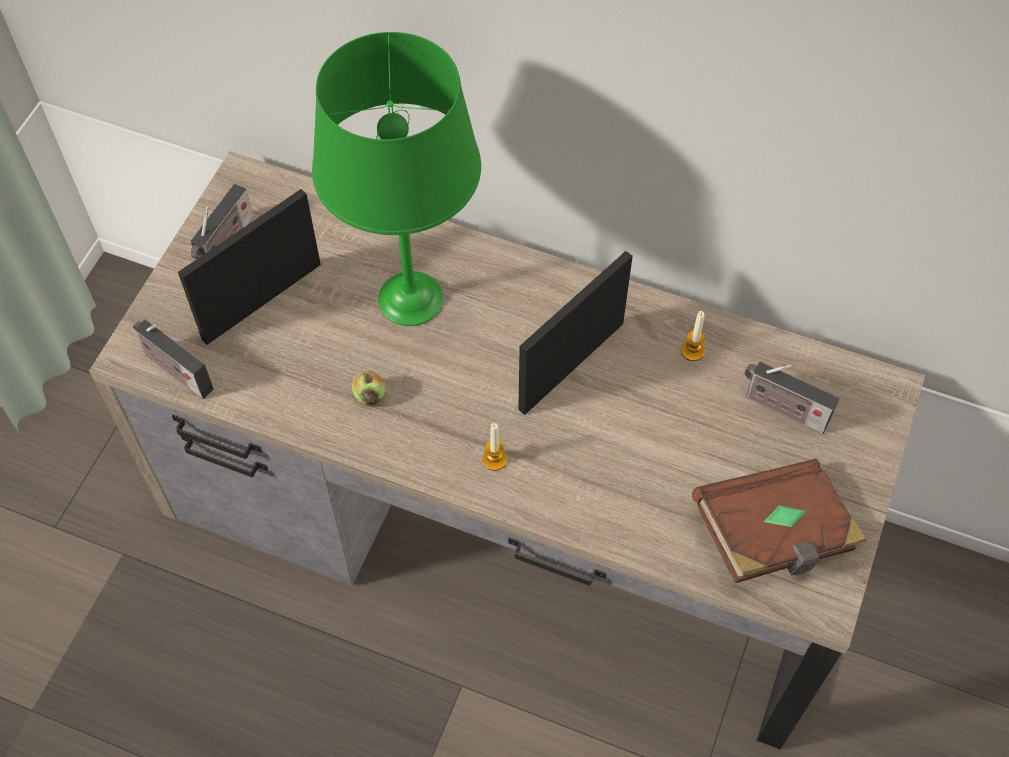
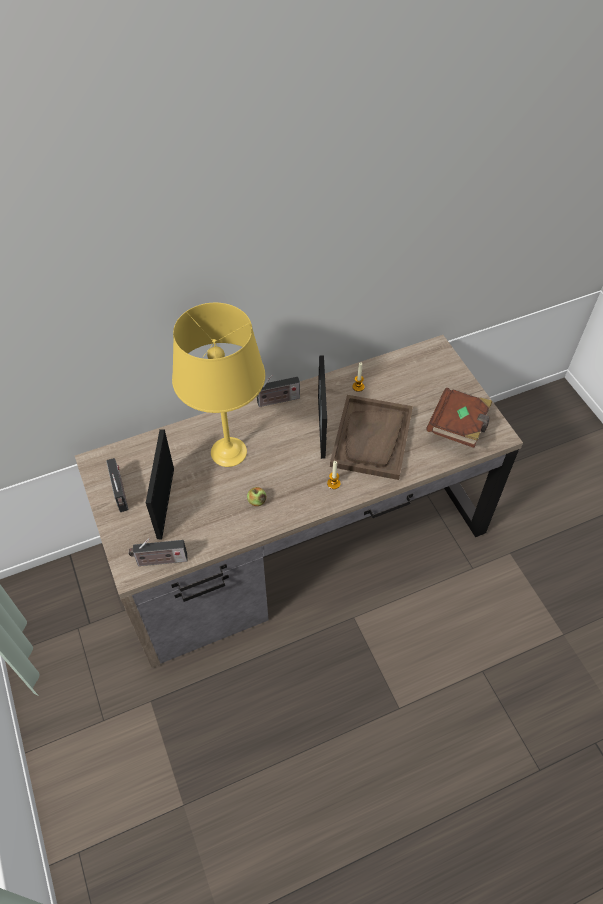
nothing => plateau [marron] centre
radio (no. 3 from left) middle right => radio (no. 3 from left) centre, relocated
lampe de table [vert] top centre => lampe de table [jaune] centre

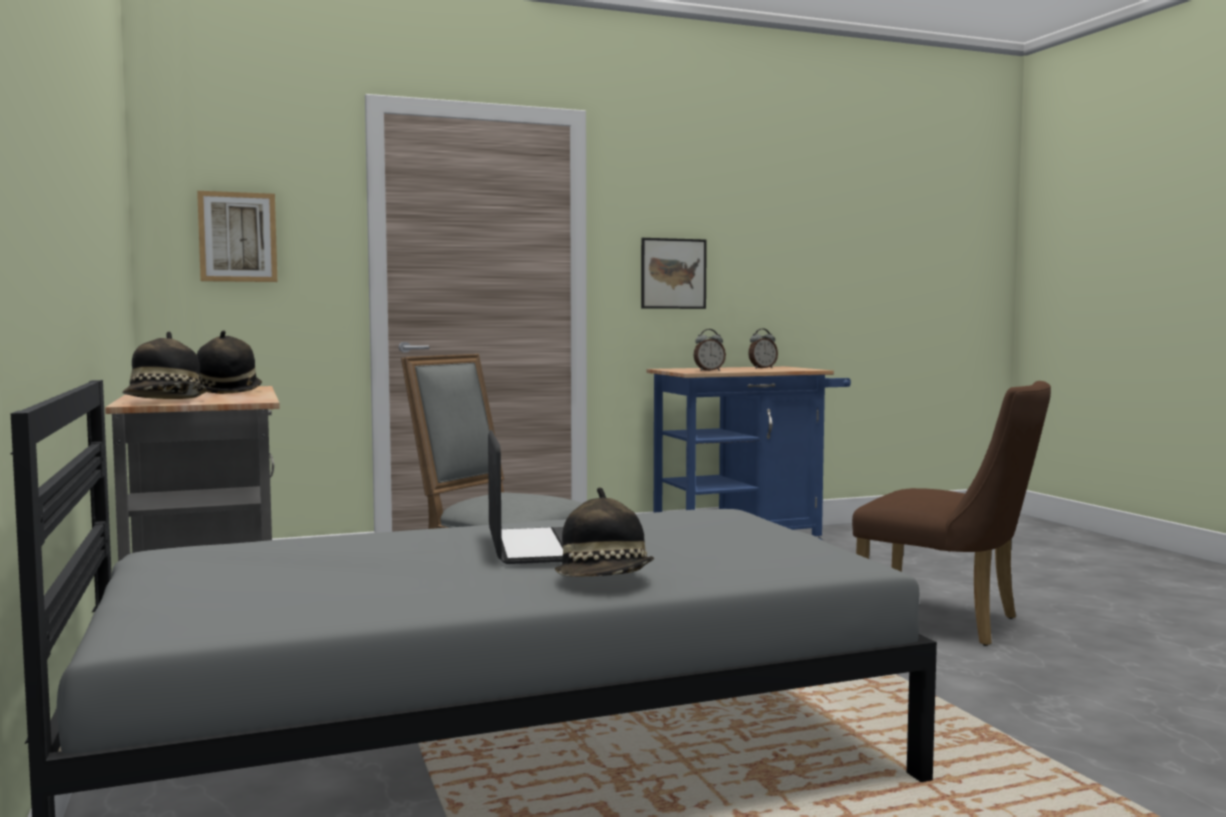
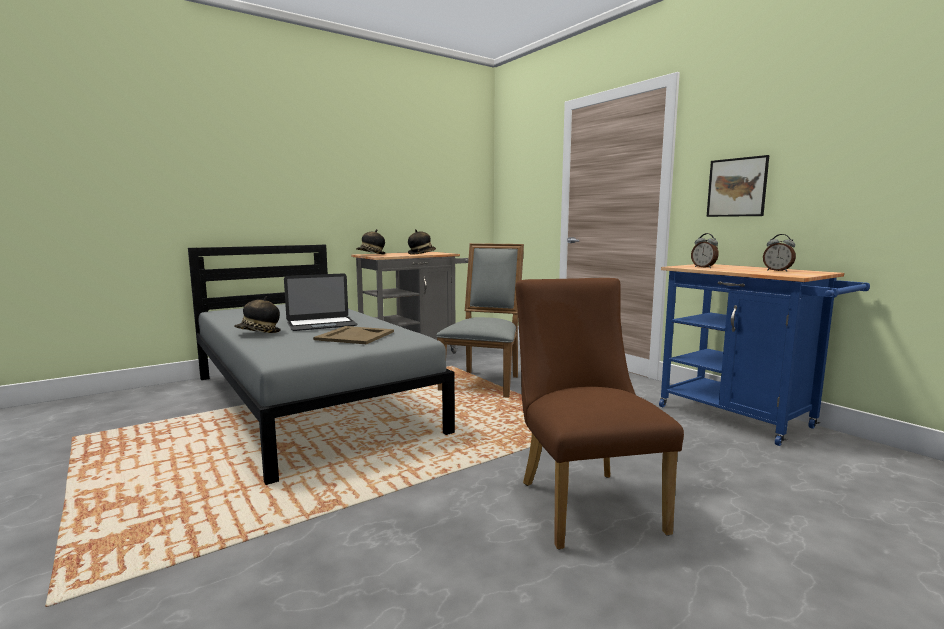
tableau (no. 1 from left) top left => nothing
nothing => plateau [beige] centre
chaise [marron] middle right => chaise [marron] centre, 150 degrees clockwise

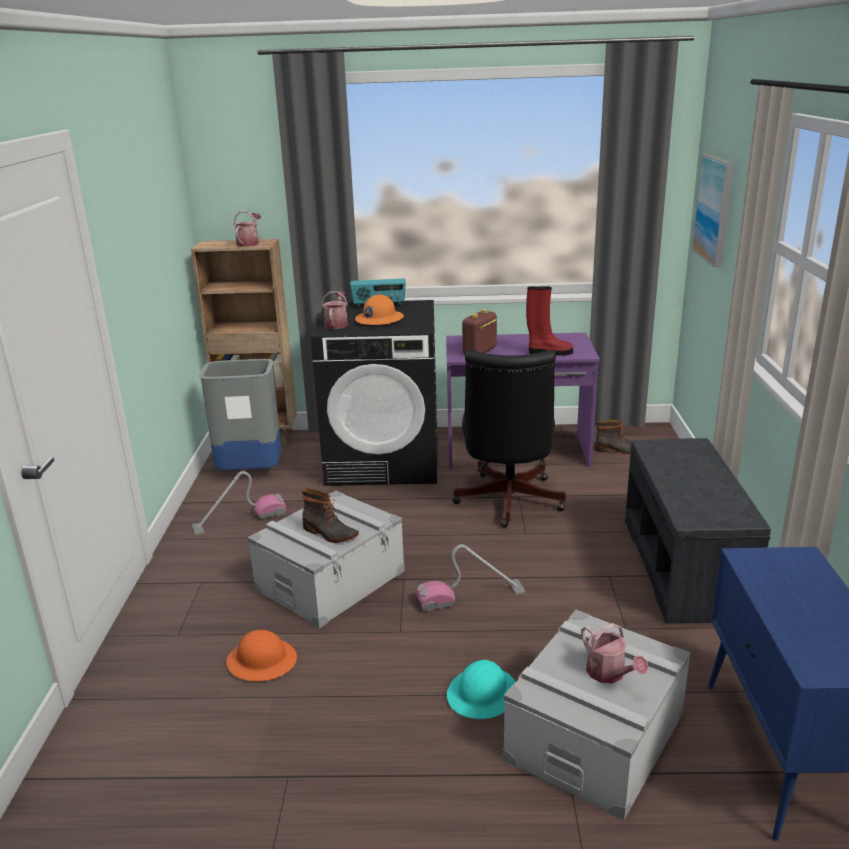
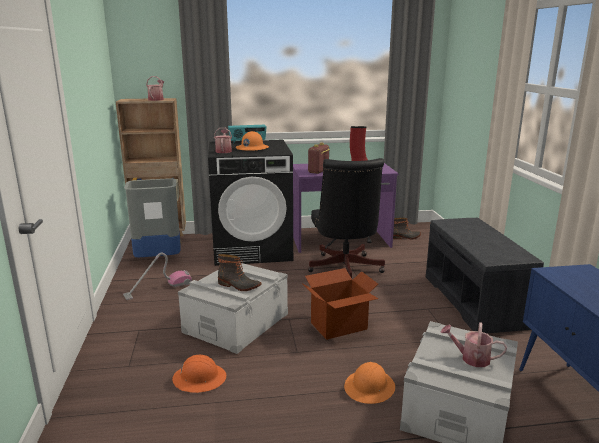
tableau top right => nothing
aspirateur (no. 2 from left) bottom centre => carton bottom centre
casque de chantier [turquoise] bottom centre => casque de chantier [orange] (no. 3 from left) bottom centre
arrosoir (no. 3 from left) bottom right, 150 degrees clockwise

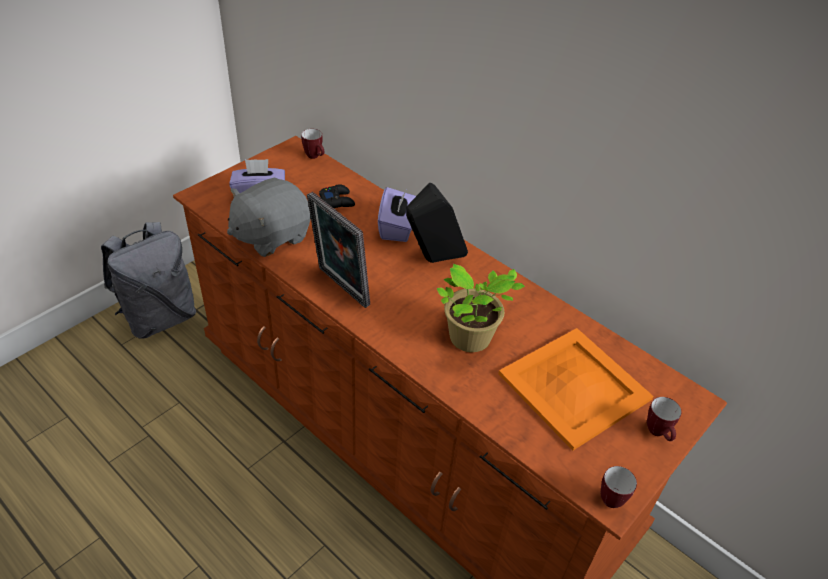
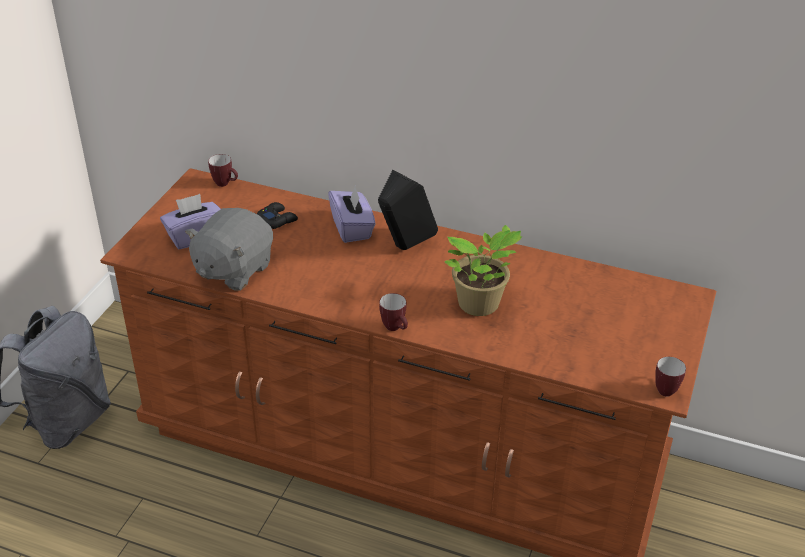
cadre photo centre => nothing
plateau [orange] bottom right => nothing
mug (no. 3 from left in the first image) bottom right => mug (no. 2 from left) centre, relocated

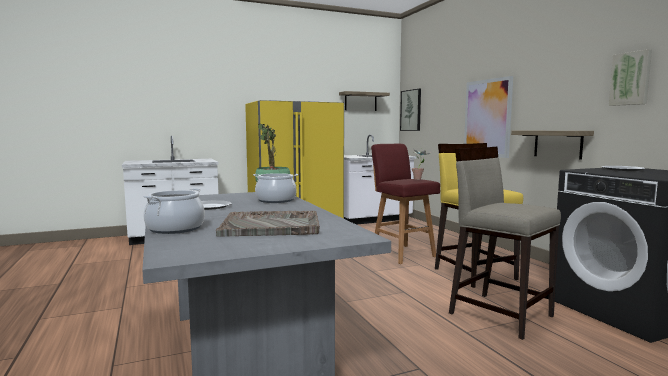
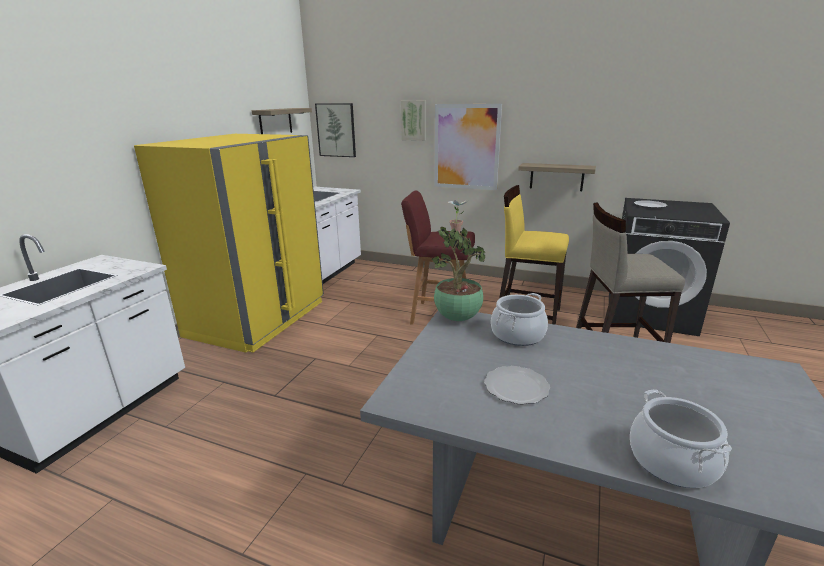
plateau [gris] centre => nothing
tableau (no. 3 from left in the first image) top right => tableau (no. 2 from left) top centre, relocated

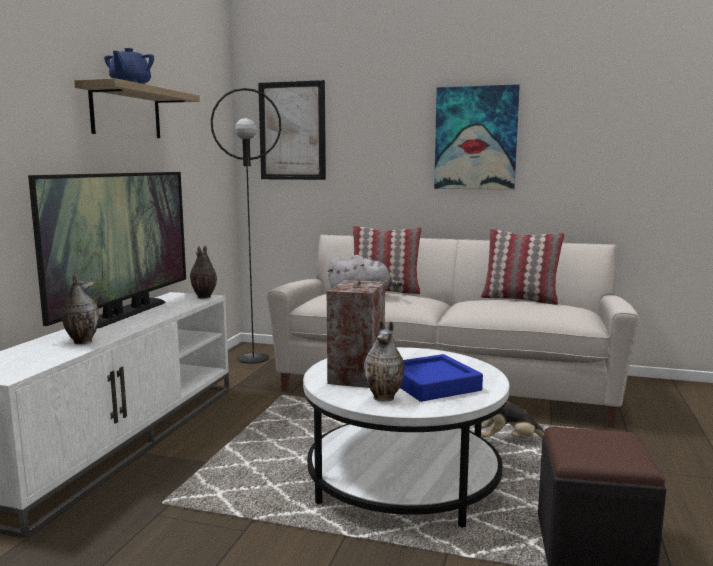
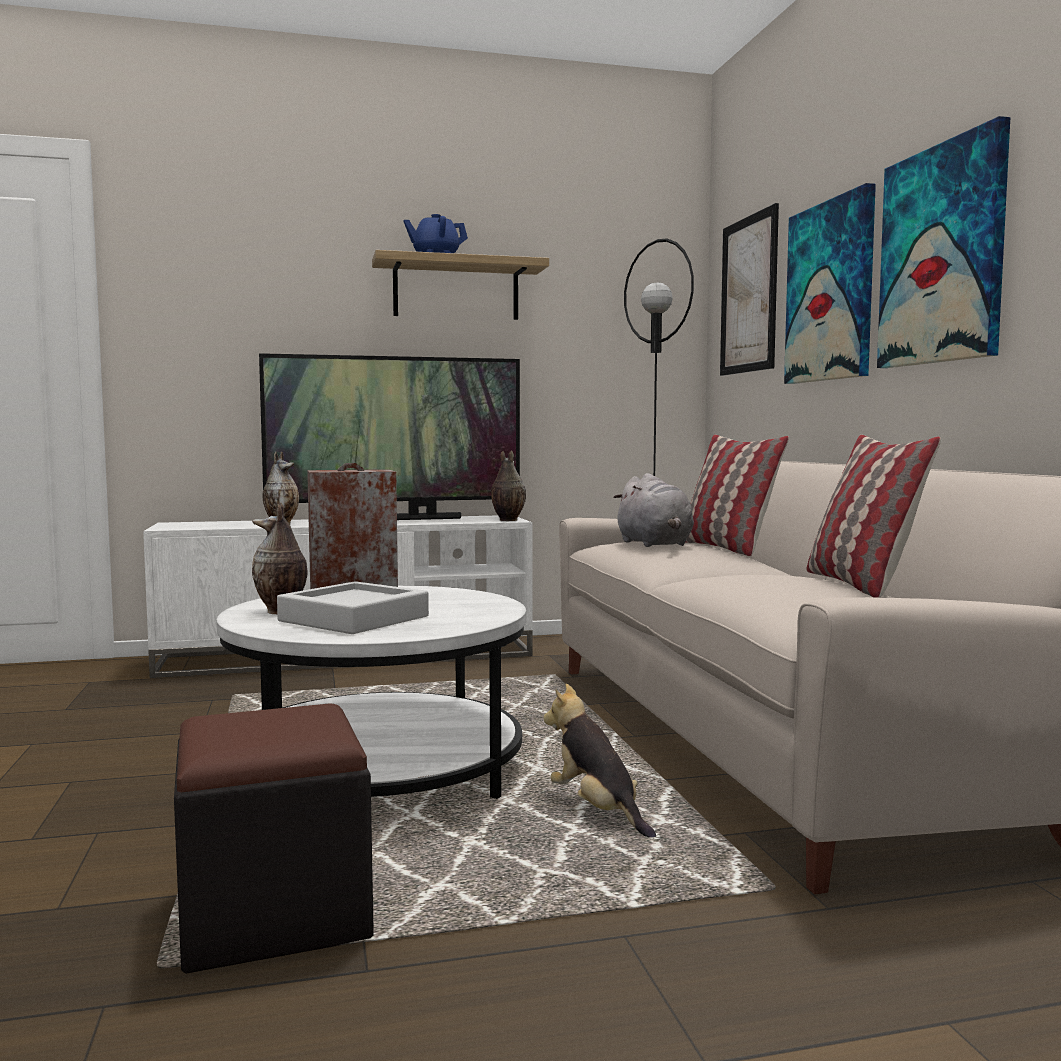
nothing => tableau (no. 2 from left) top right
plateau [bleu] bottom centre => plateau [gris] middle left

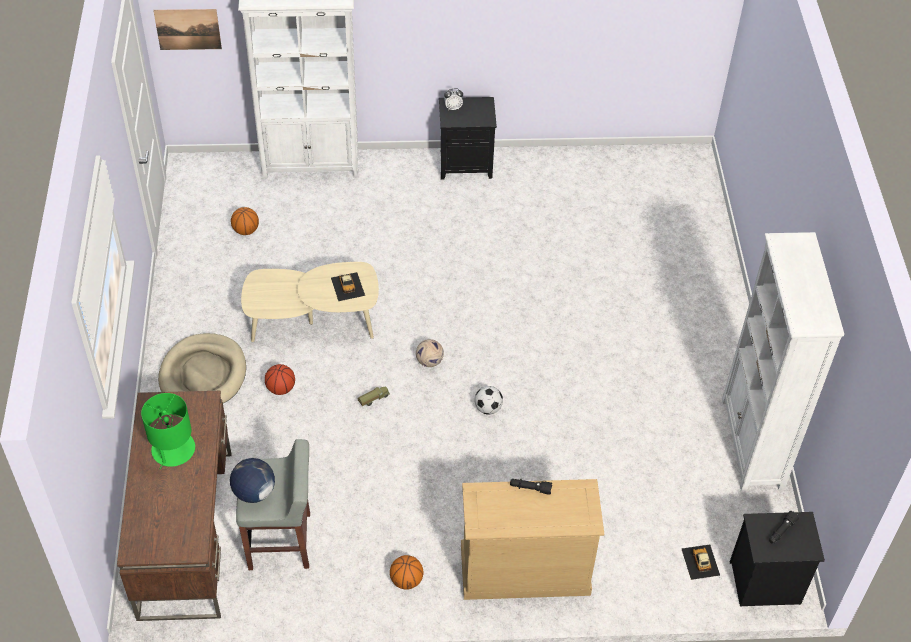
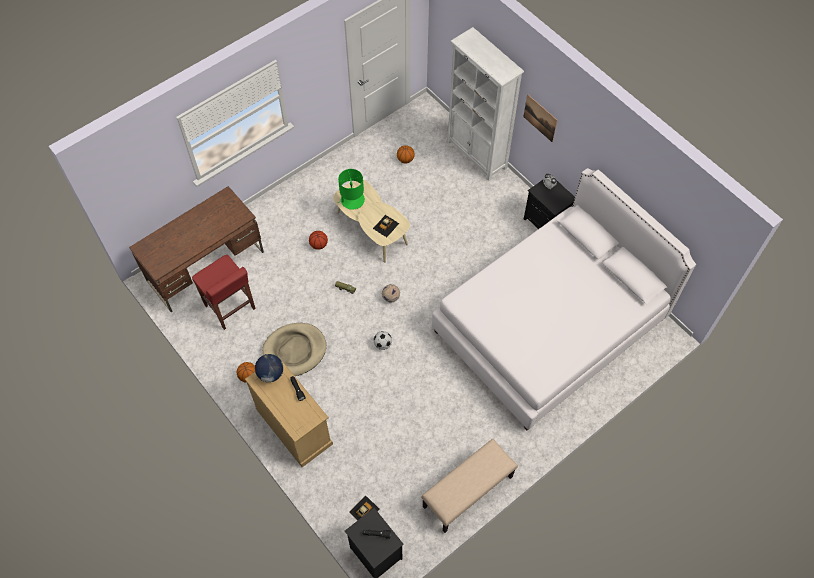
nothing => lit [blanc] middle right
lampe de table [vert] bottom left => lampe de table [vert] top centre, relocated
tableau top left => tableau top centre, relocated
panier pour chien [beige] middle left => panier pour chien [beige] centre, relocated
globe bottom left => globe middle left, relocated
bibliothèque [blanc] (no. 2 from left) middle right => banc [beige] bottom centre
tabouret [gris] bottom left => tabouret [rouge] middle left

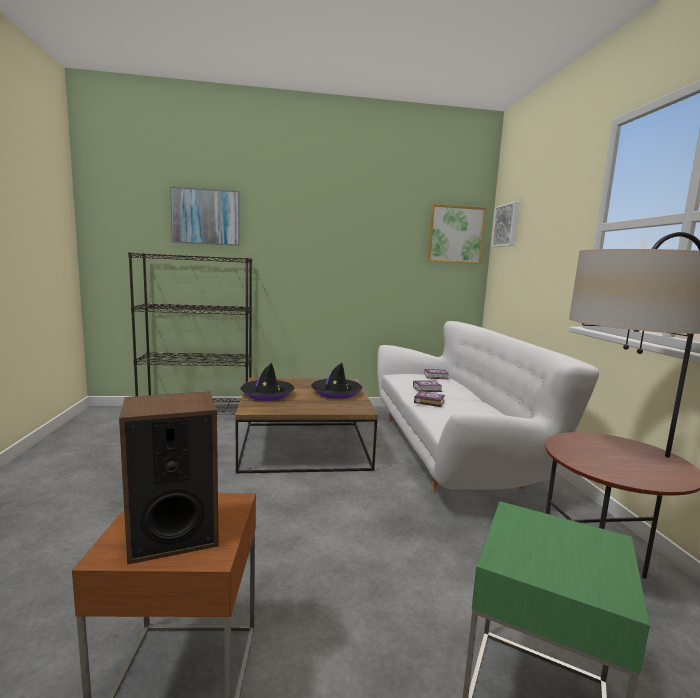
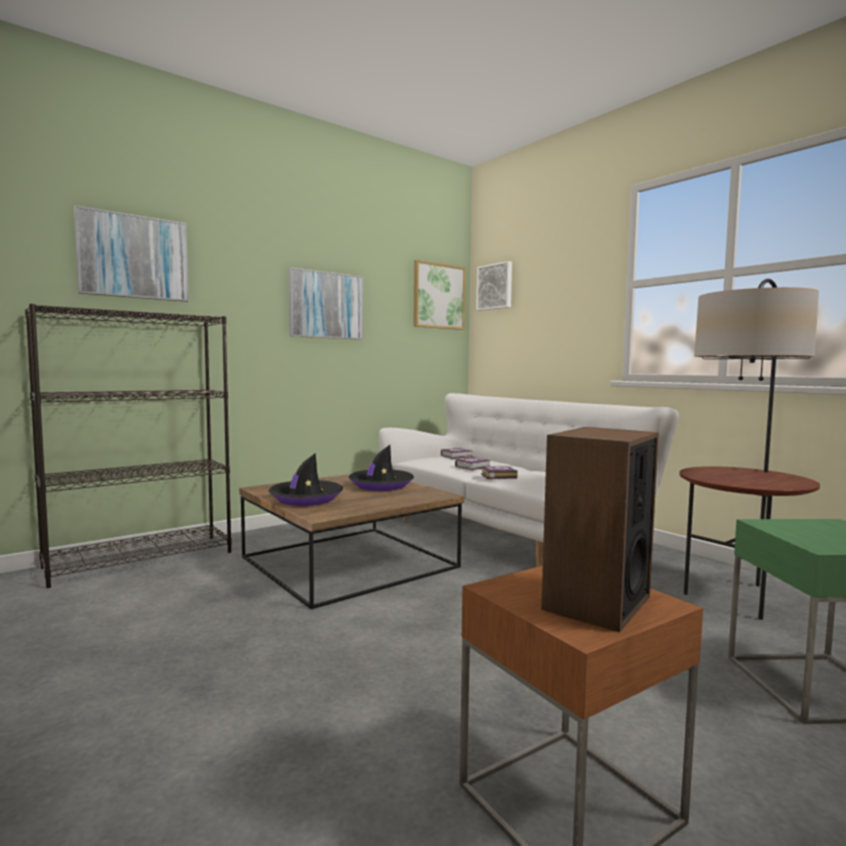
nothing => tableau (no. 2 from left) centre

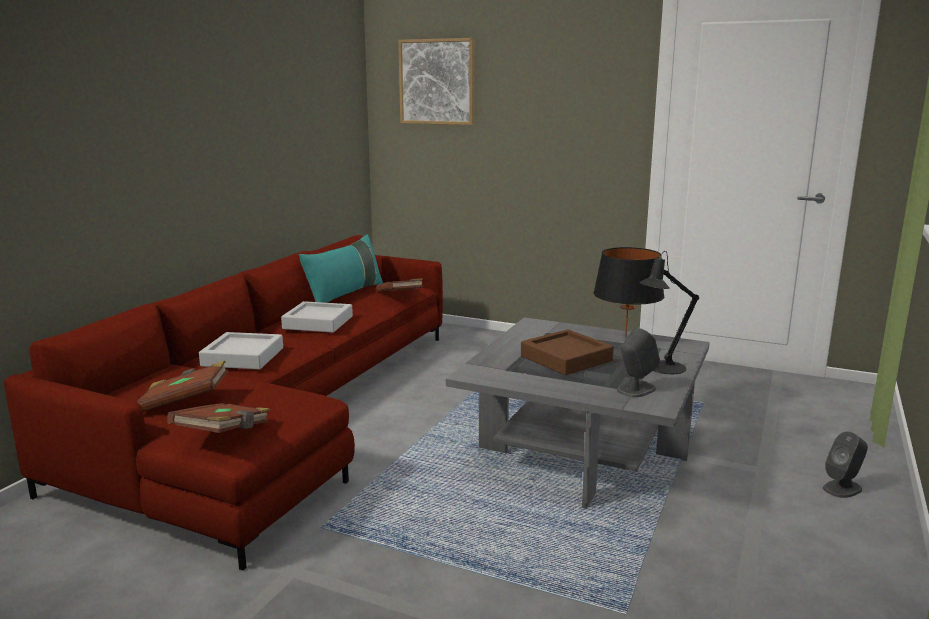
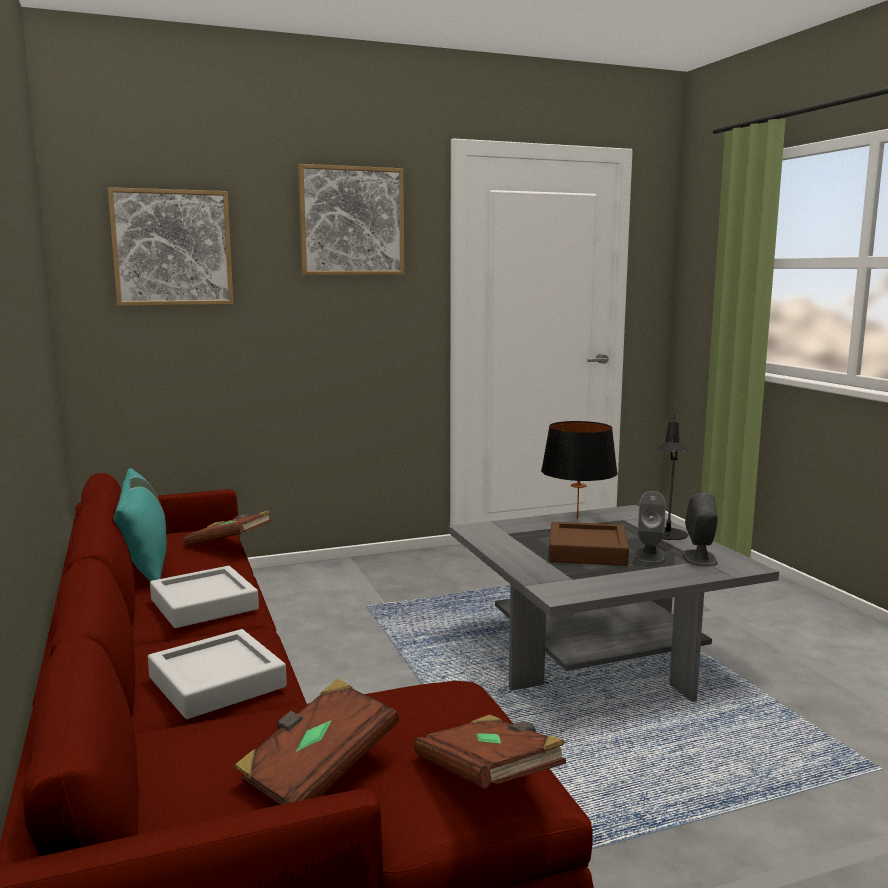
nothing => tableau (no. 2 from left) top centre
enceinte [gris] (no. 2 from left in the first image) bottom right => enceinte [gris] (no. 1 from left) middle right, relocated

